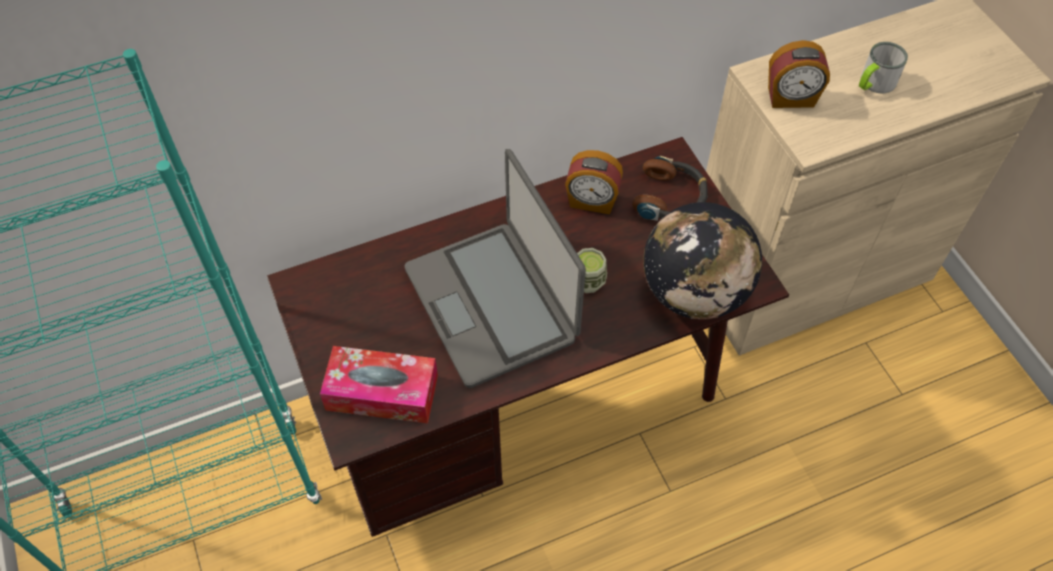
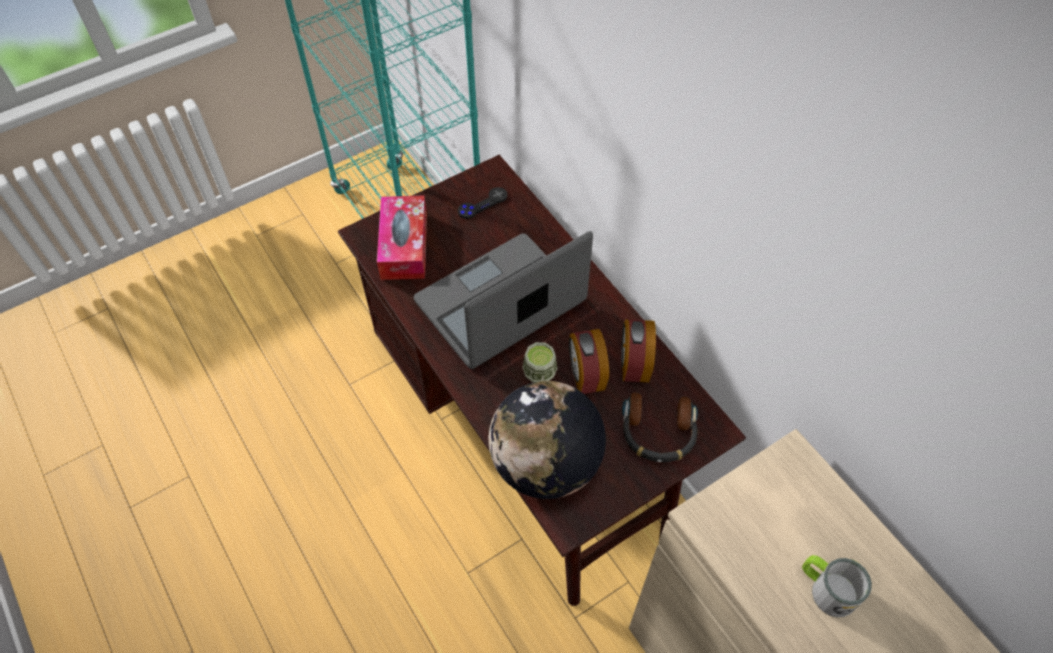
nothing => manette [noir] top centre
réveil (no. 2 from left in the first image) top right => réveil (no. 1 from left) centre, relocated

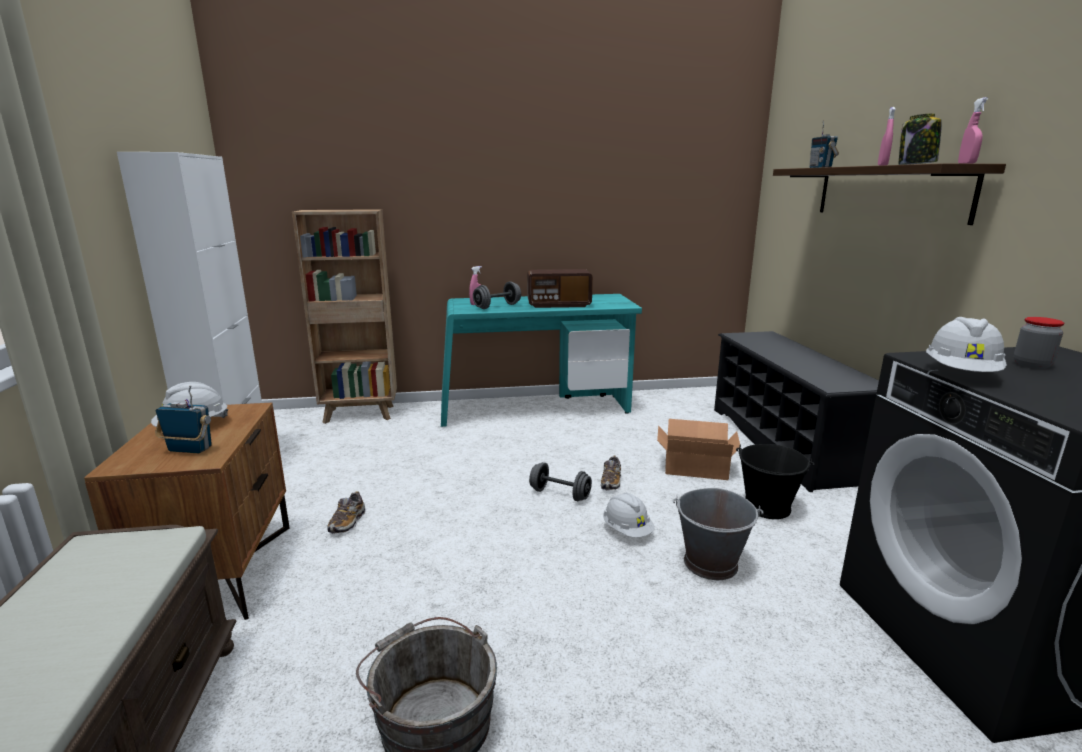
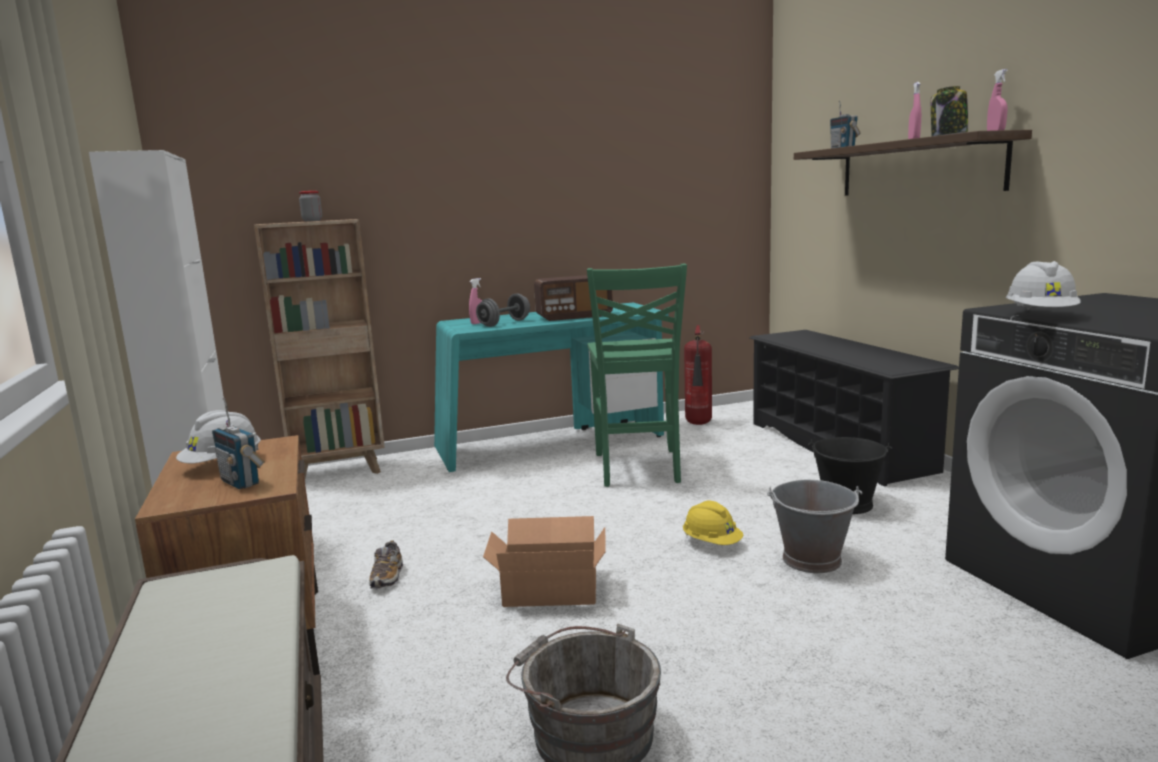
haltère [gris] (no. 2 from left) centre => nothing
chaussure (no. 2 from left) centre => nothing
nothing => chaise [vert] centre
nothing => extincteur centre
carton centre => carton bottom centre, relocated
bocal (no. 2 from left in the first image) middle right => bocal (no. 1 from left) top left, relocated
casque de chantier [blanc] (no. 2 from left) bottom centre => casque de chantier [jaune] bottom centre
radio (no. 1 from left) middle left, 135 degrees counterclockwise

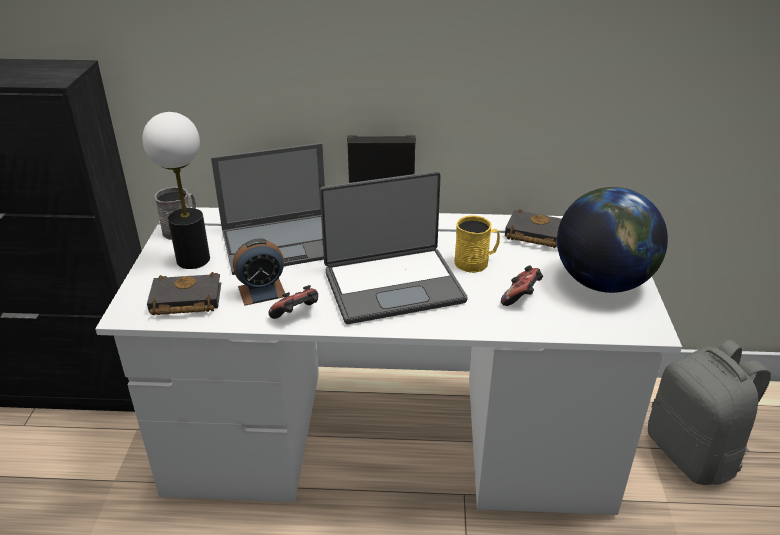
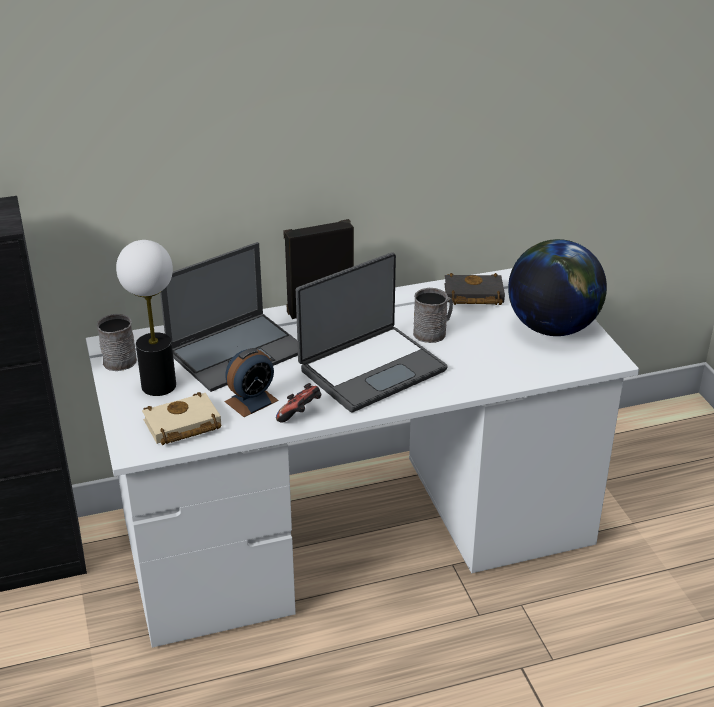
manette (no. 2 from left) middle right => nothing
sac à dos [gris] bottom right => nothing
livre [noir] (no. 1 from left) middle left => livre [beige] middle left
mug [jaune] centre => mug [gris] (no. 2 from left) centre

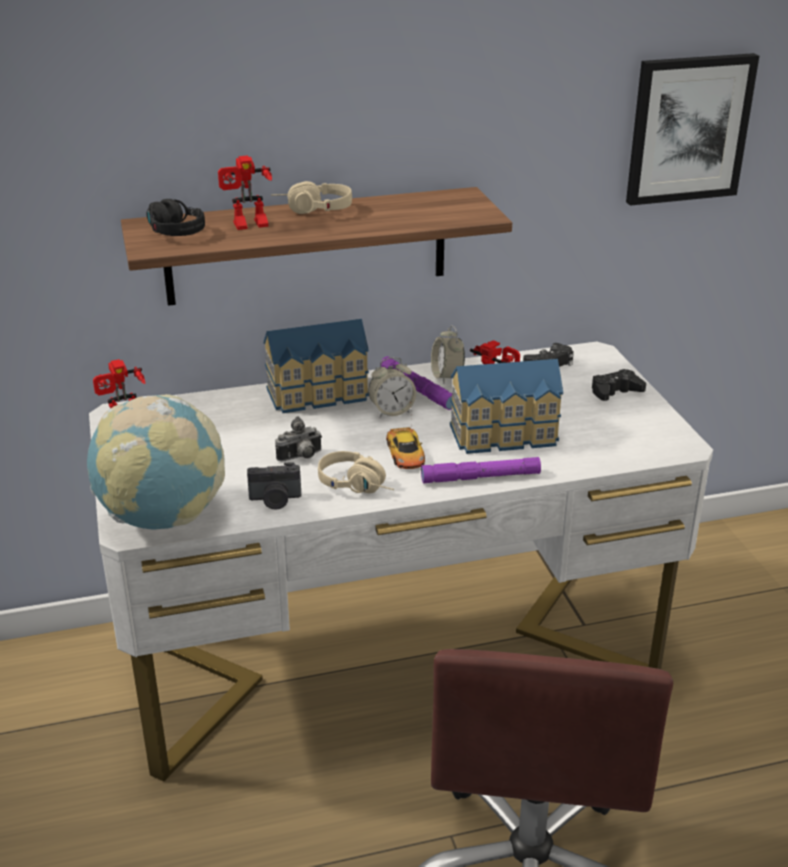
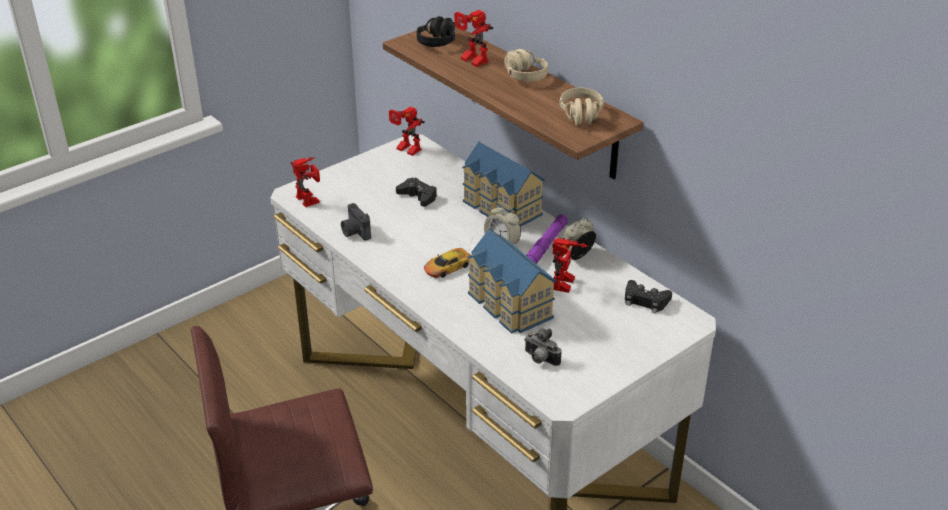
lampe de poche [violet] (no. 2 from left) centre => nothing
tableau top right => nothing
appareil photo (no. 2 from left) centre => appareil photo (no. 2 from left) bottom centre, relocated
casque audio [beige] (no. 2 from left) centre => casque audio [beige] (no. 2 from left) top centre, relocated
manette [noir] (no. 2 from left in the first image) middle right => manette [noir] (no. 1 from left) centre, relocated
globe middle left => robot jouet (no. 1 from left) middle left

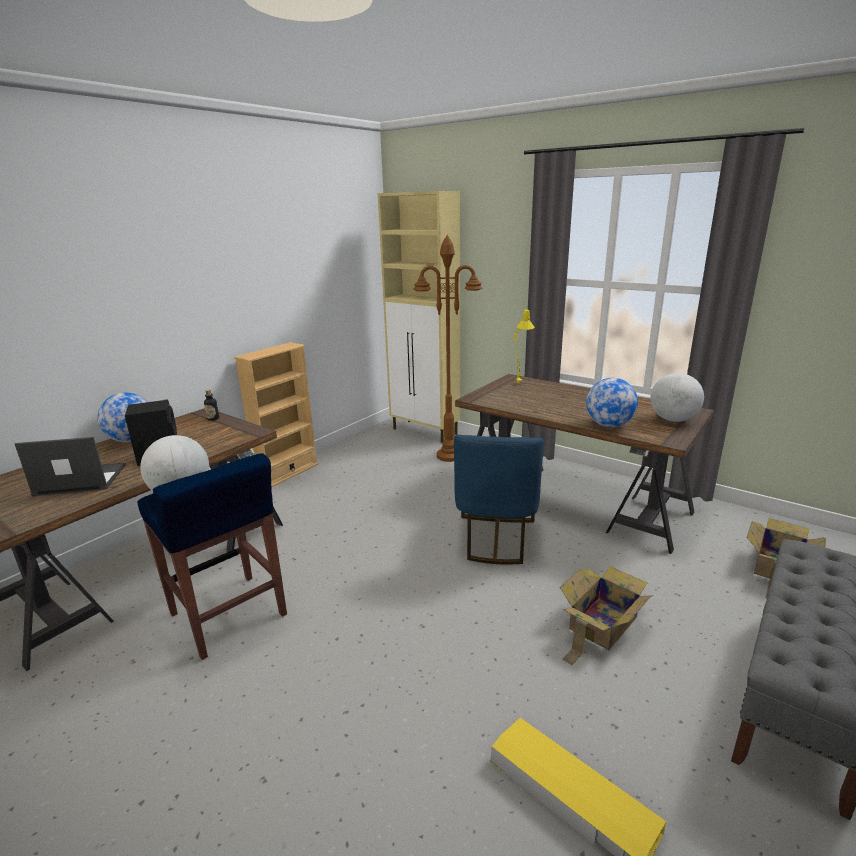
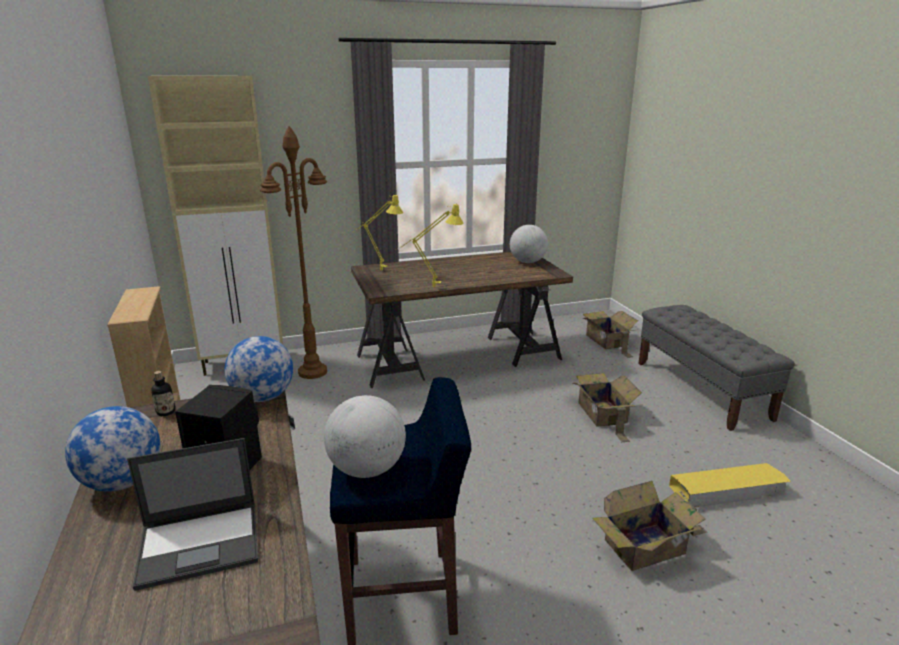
chaise [bleu] centre => nothing
nothing => lampe de table [jaune] (no. 2 from left) centre
nothing => carton (no. 3 from left) bottom right
globe (no. 3 from left in the first image) middle right => globe (no. 2 from left) middle left, relocated
ordinateur portable middle left => ordinateur portable bottom left, 135 degrees counterclockwise

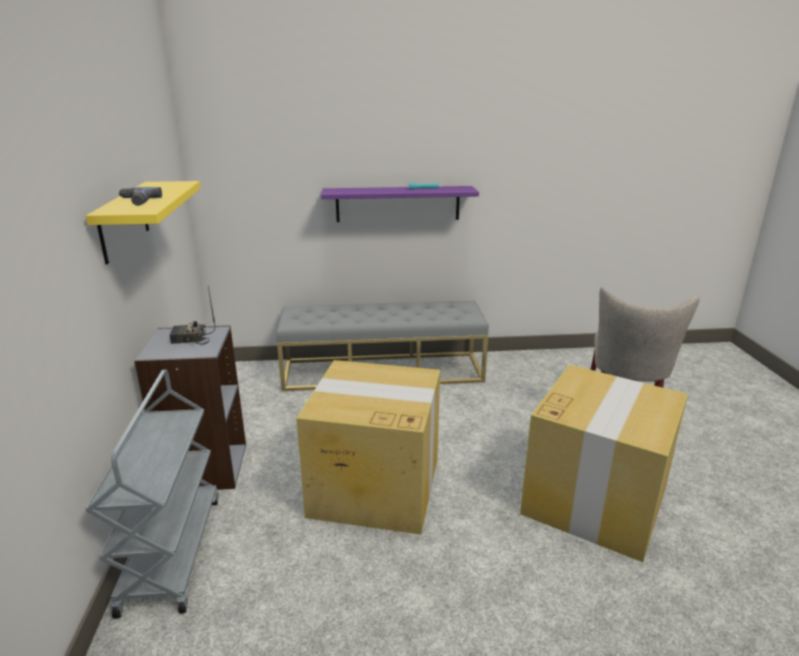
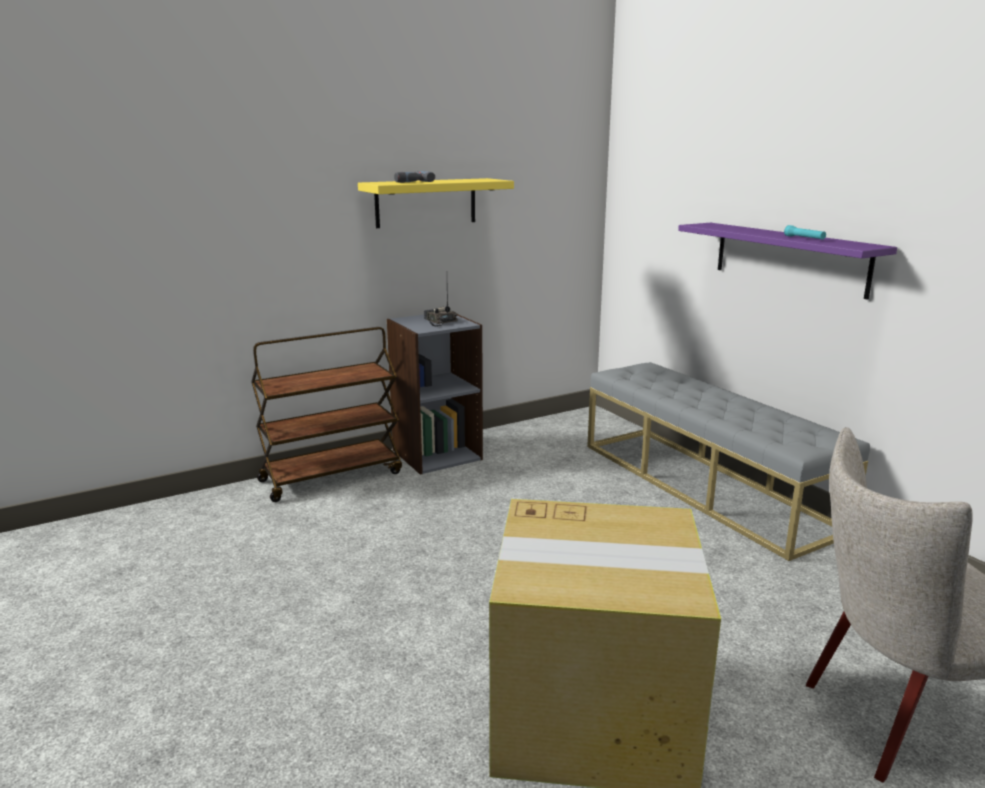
carton (no. 1 from left) bottom centre => nothing
chariot [gris] bottom left => chariot [marron] middle left

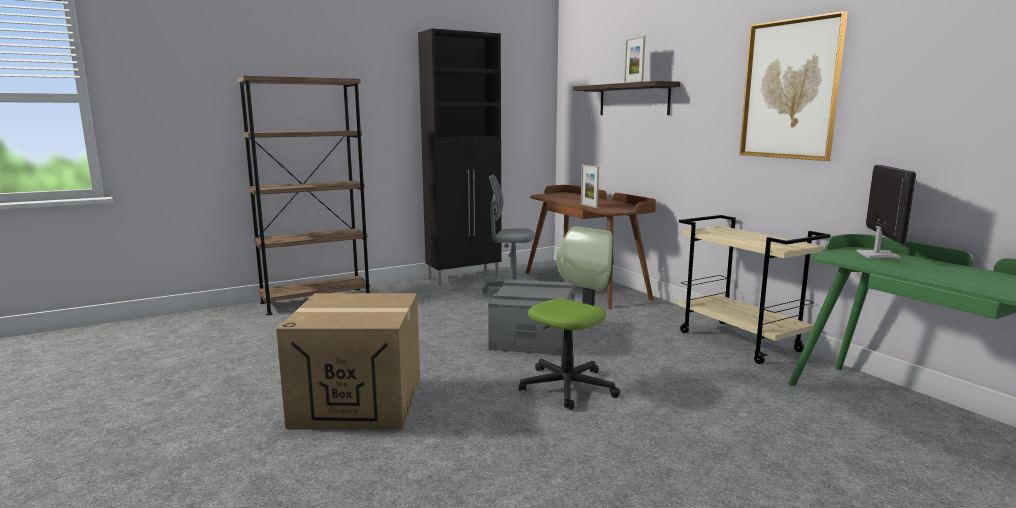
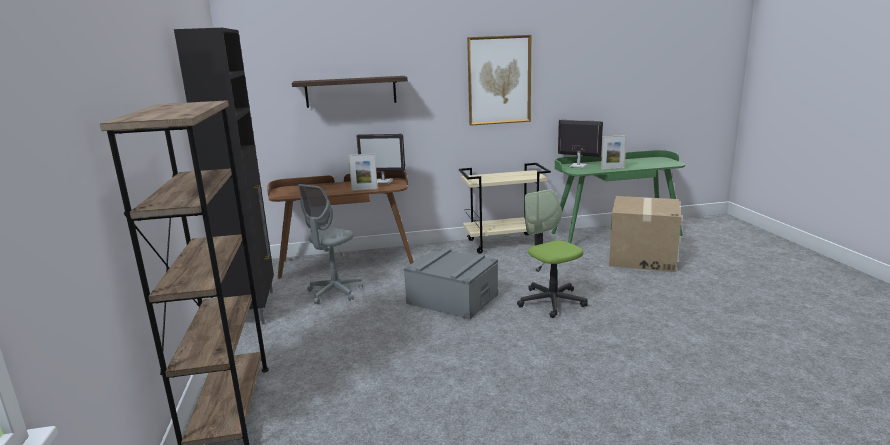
nothing => écran d'ordinateur (no. 1 from left) centre
carton bottom centre => carton middle right, relocated
cadre photo (no. 2 from left) top centre => cadre photo (no. 2 from left) middle right, relocated

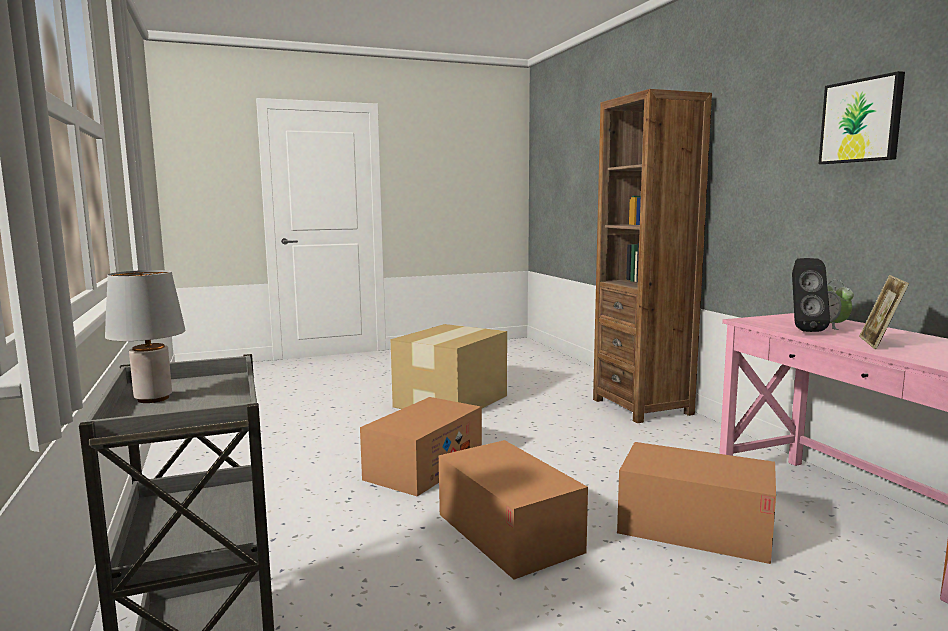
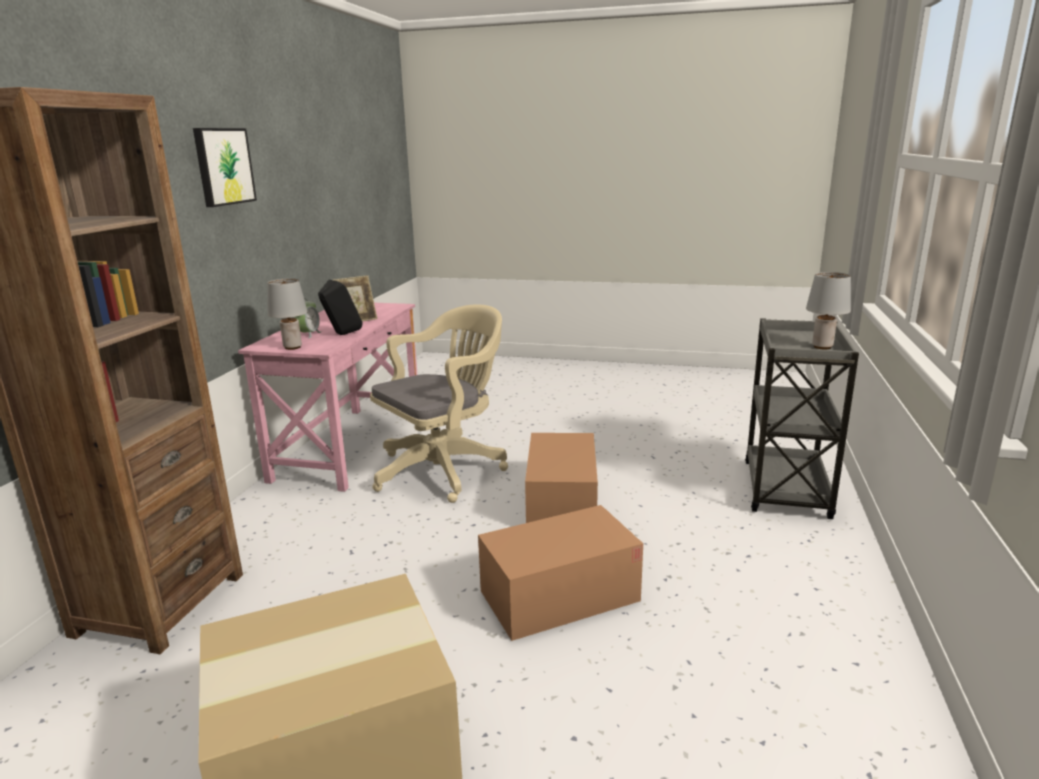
nothing => lampe de table [gris] (no. 1 from left) middle left
carton (no. 4 from left) bottom right => chaise de bureau [beige] centre

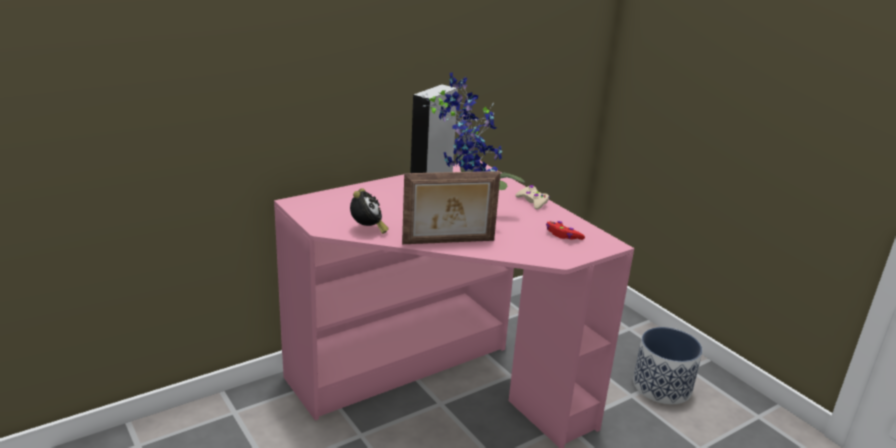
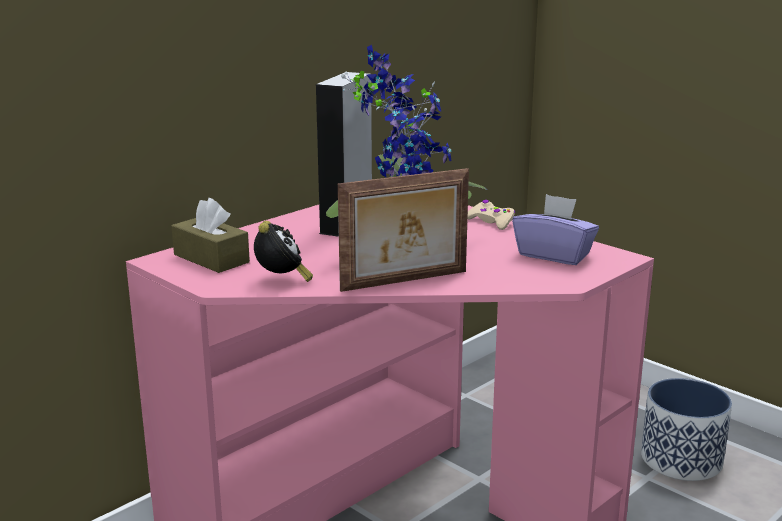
nothing => boîte à mouchoirs [marron] middle left
manette [rouge] centre => boîte à mouchoirs [violet] middle right

